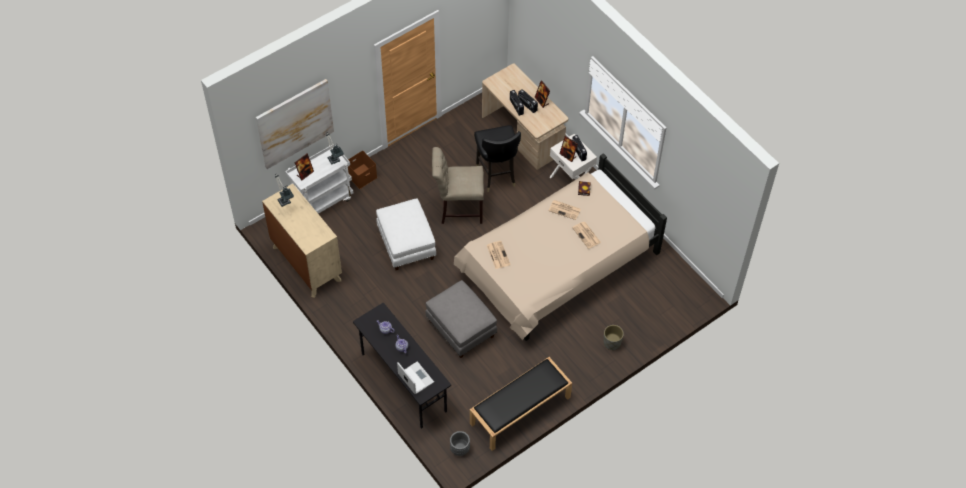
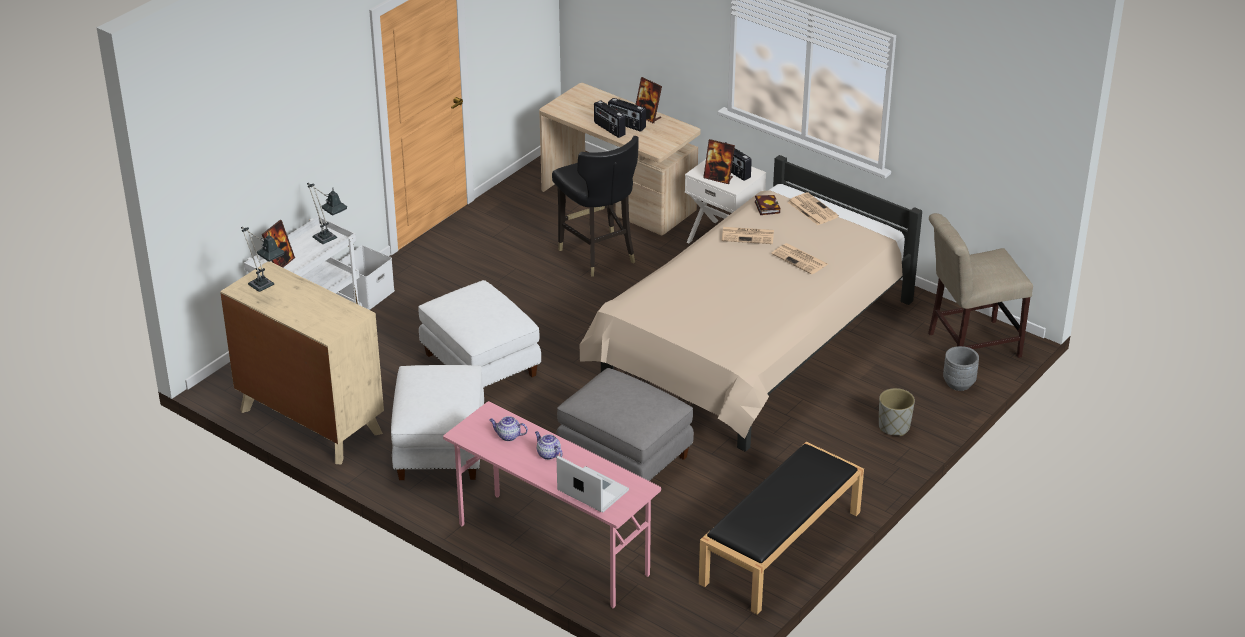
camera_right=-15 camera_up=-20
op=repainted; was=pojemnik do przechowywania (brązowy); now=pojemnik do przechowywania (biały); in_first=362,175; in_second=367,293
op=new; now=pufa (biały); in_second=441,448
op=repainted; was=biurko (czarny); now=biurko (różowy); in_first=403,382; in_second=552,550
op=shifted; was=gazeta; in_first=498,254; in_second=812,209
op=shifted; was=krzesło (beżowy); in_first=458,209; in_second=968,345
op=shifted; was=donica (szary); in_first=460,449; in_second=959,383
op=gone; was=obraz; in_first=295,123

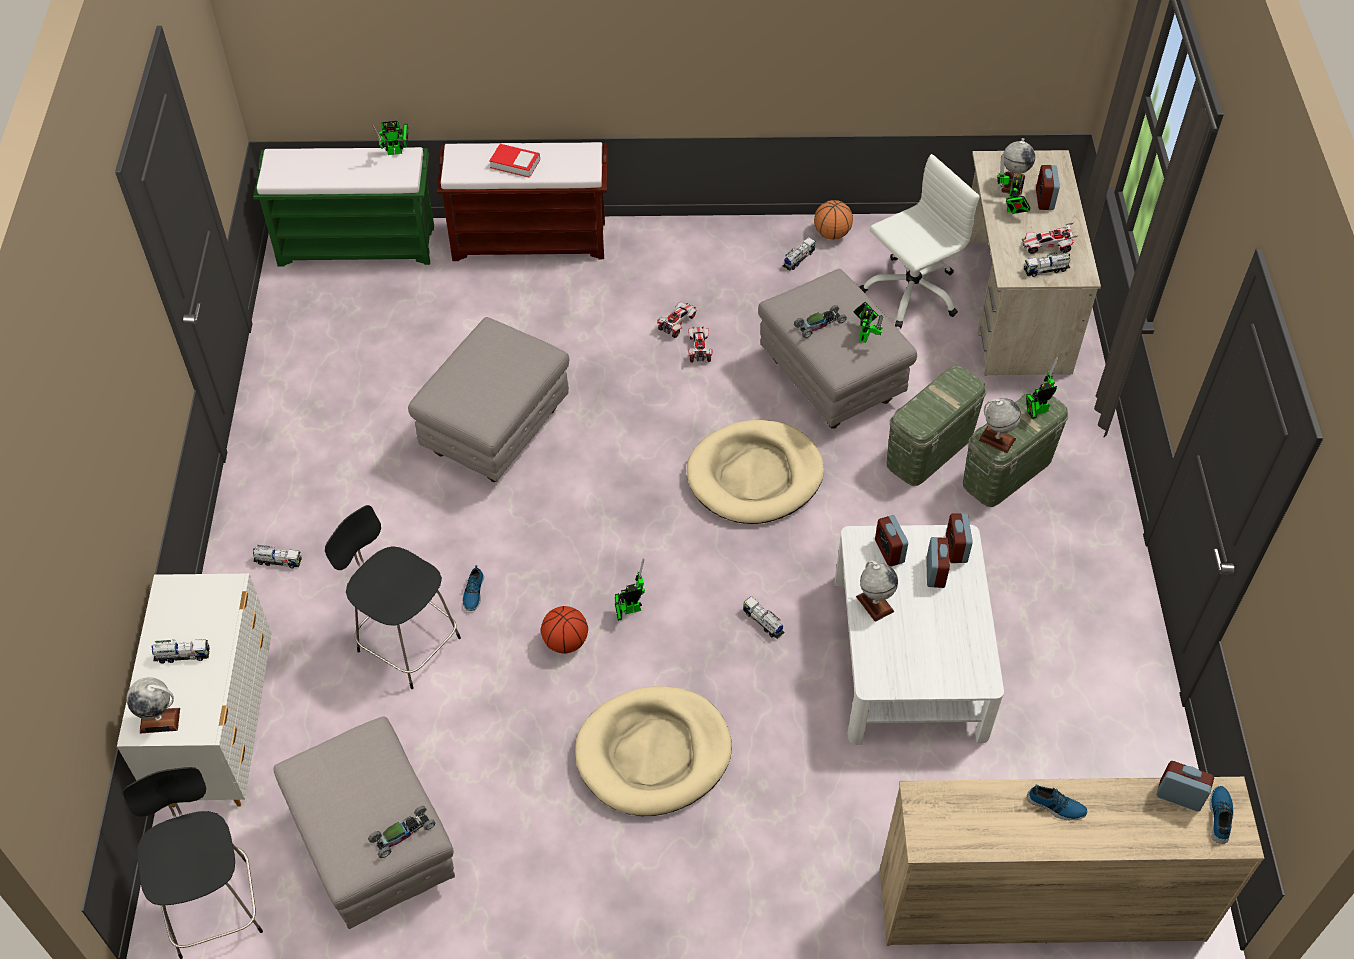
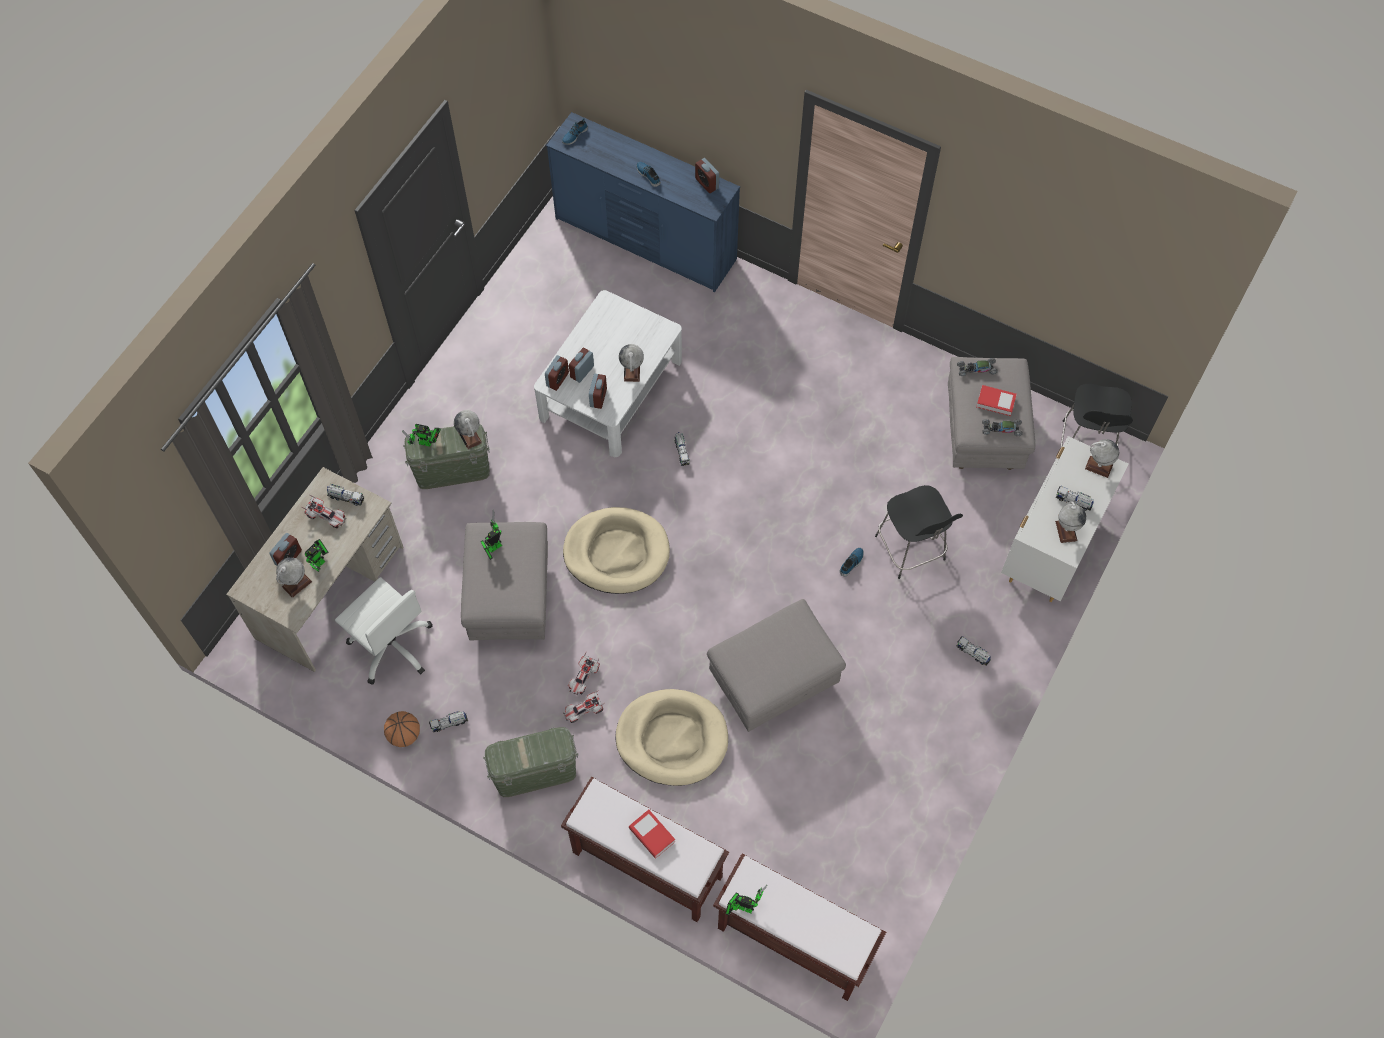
camera_right=-150 camera_up=10
op=rotated; was=krzesło biurowe (biały); in_first=911,292; in_second=392,645; clockwise=-135
op=shifted; was=pojemnik do przechowywania (zielony); in_first=929,450; in_second=535,773
op=repainted; was=komoda (beżowy); now=komoda (niebieski); in_first=1039,904; in_second=645,240
op=shifted; was=legowisko (beżowy); in_first=653,754; in_second=672,739
op=shifted; was=budzik; in_first=1179,796; in_second=707,183
op=repainted; was=ławka (zielony); now=ławka (brązowy); in_first=358,245; in_second=792,940
op=new; now=książka; in_second=995,402
op=shifted; was=samochodzik; in_first=820,324; in_second=1001,429
op=new; now=globus; in_second=1066,530
op=gone; was=piłka do koszykówki; in_first=565,642
op=gone; was=robot zabawkowy; in_first=629,610

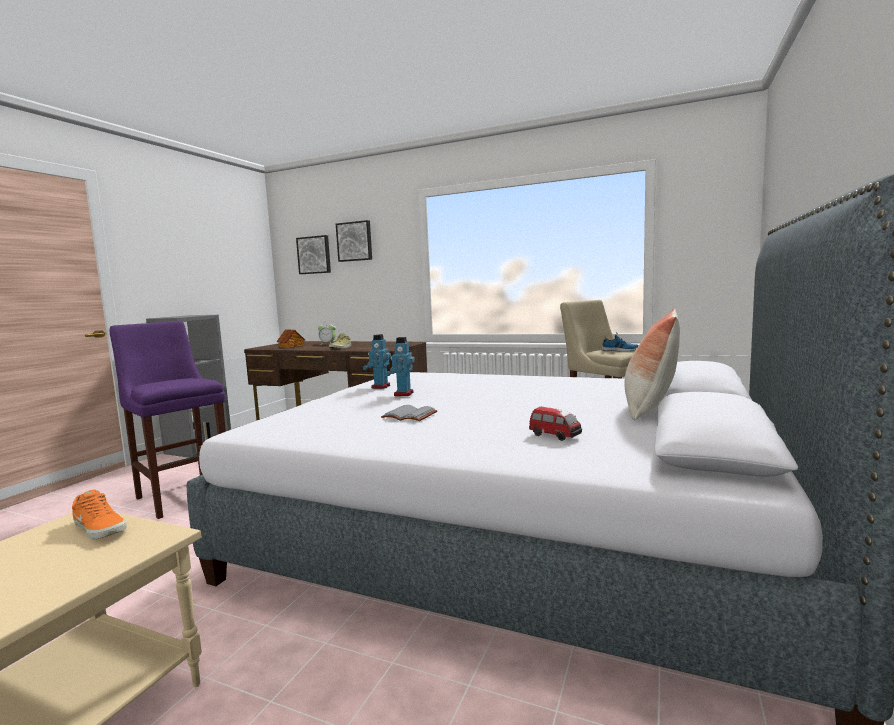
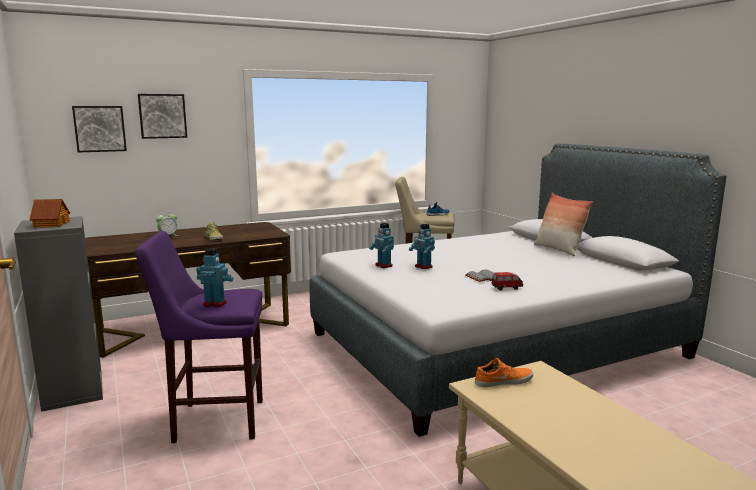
camera_right=-50 camera_up=5
op=shifted; was=domek; in_first=291,346; in_second=51,224
op=new; now=robot zabawkowy; in_second=215,304
op=shifted; was=samochodzik; in_first=555,436; in_second=507,288

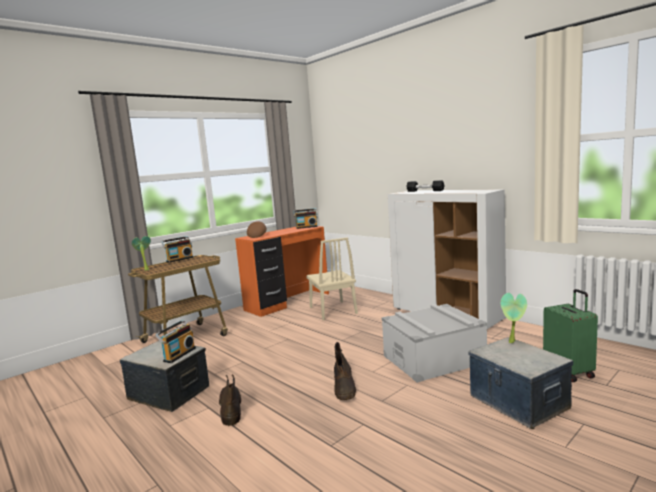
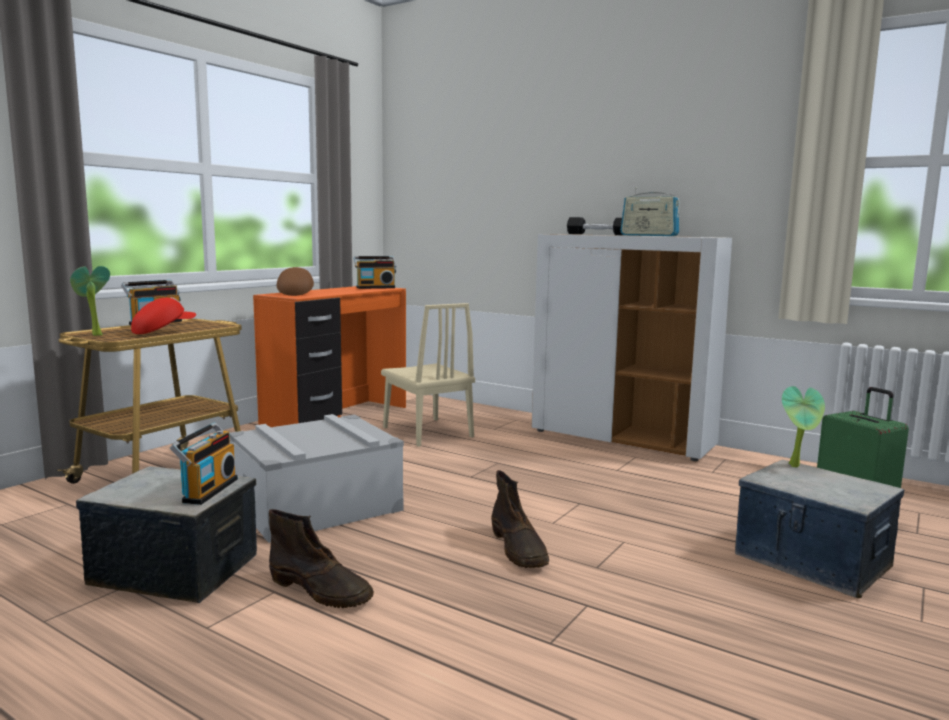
camera_right=-15 camera_up=0
op=new; now=czapka z daszkiem (czerwony); in_second=163,331
op=shifted; was=pojemnik do przechowywania (szary); in_first=433,359; in_second=316,506
op=rotated; was=but z cholewką (brązowy); in_first=230,408; in_second=321,590; clockwise=150
op=new; now=radio; in_second=649,235

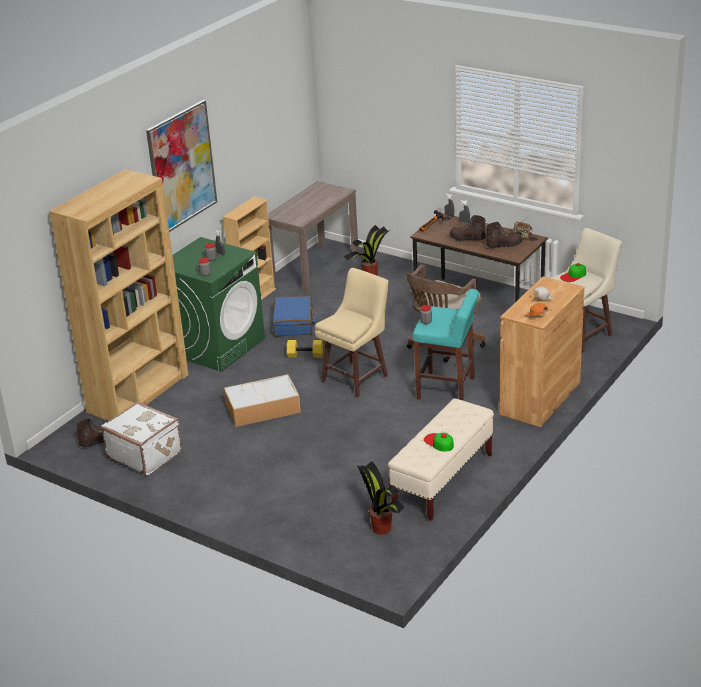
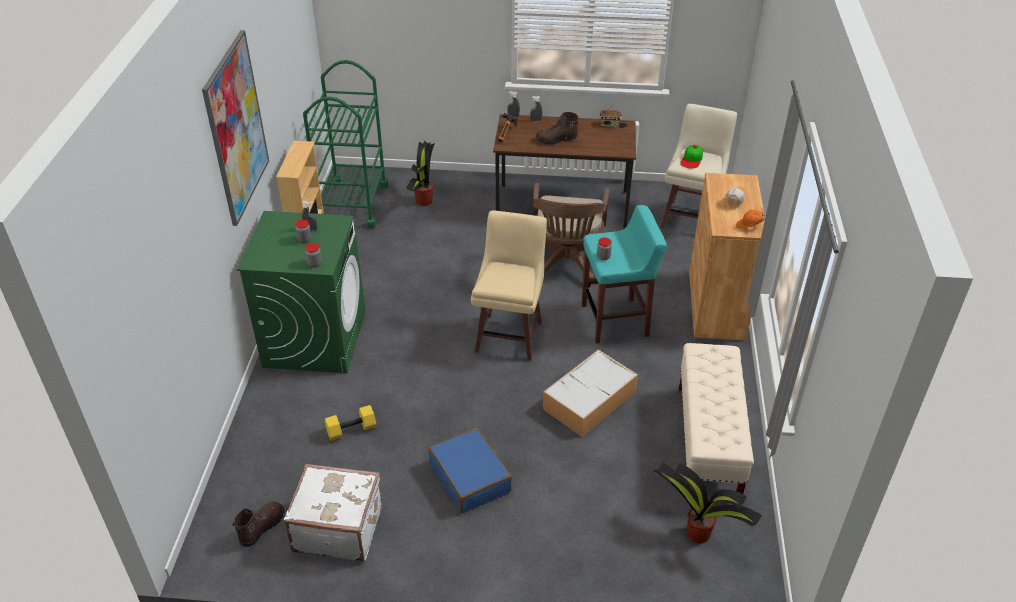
camera_right=-30 camera_up=10
op=swapped; was=stolik konsolowy (brązowy); now=wózek (zielony); in_first=314,267; in_second=353,204
op=shifted; was=hantel (żółty); in_first=305,355; in_second=351,429
op=shifted; was=walizka (niebieski); in_first=294,323; in_second=470,478
op=shifted; was=pojemnik do przechowywania; in_first=262,409; in_second=589,401
op=gone; was=regał (brązowy); in_first=138,393
op=gone; was=czapka z daszkiem; in_first=438,442
op=gone; was=but z cholewką (brązowy); in_first=503,245

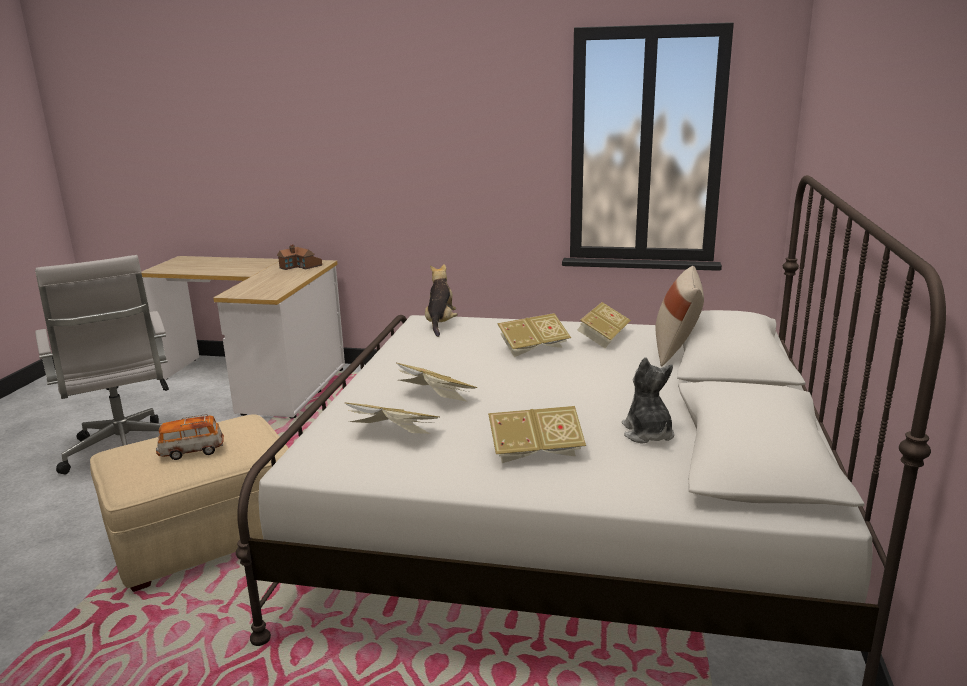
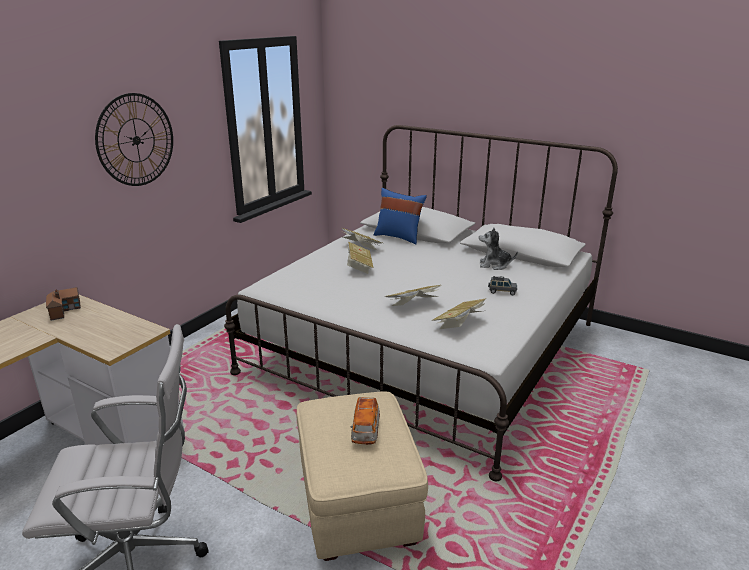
camera_right=-70 camera_up=5
op=new; now=zegar ścienny; in_second=136,140
op=repainted; was=poduszka (beżowy); now=poduszka (niebieski); in_first=676,352; in_second=399,237
op=swapped; was=książka; now=samochodzik (szary); in_first=535,452; in_second=502,292
op=gone; was=pluszak; in_first=440,323

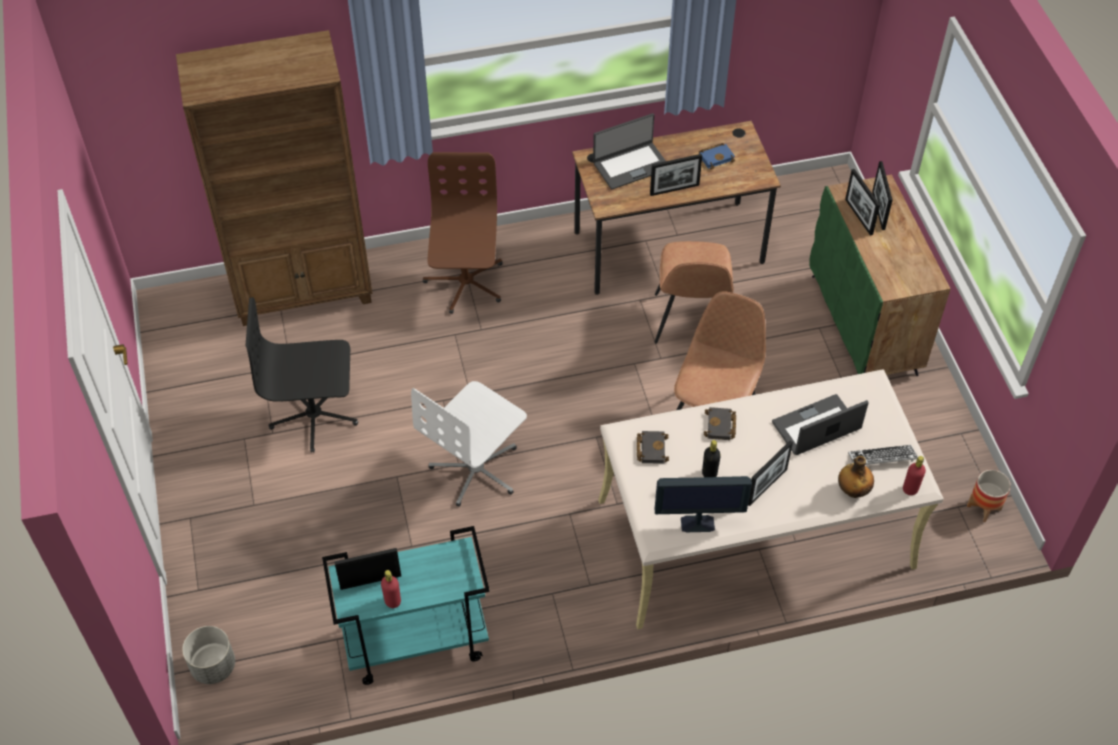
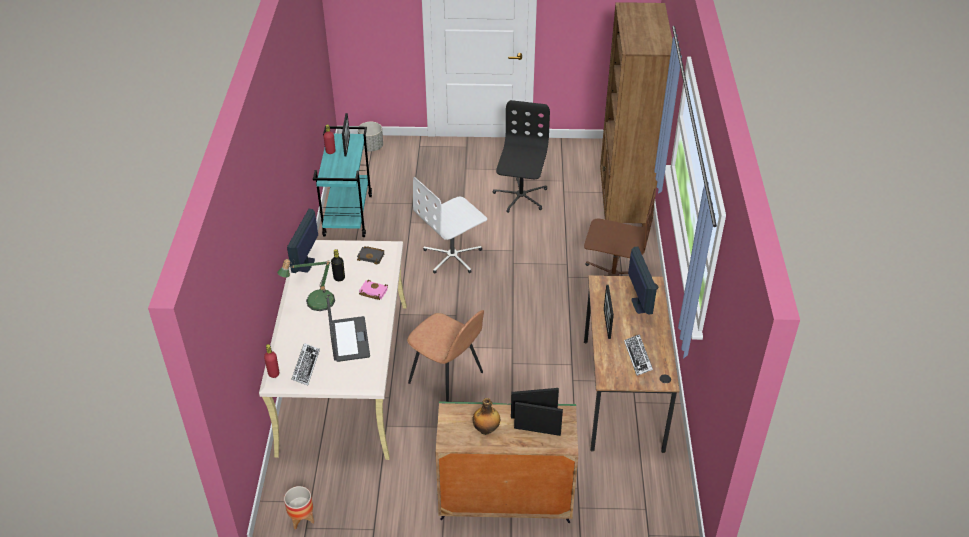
camera_right=105 camera_up=-10
op=swapped; was=ramka na zdjęcie; now=lampa stołowa; in_first=767,486; in_second=315,302
op=repainted; was=książka (czarny); now=książka (różowy); in_first=721,426; in_second=372,292
op=rotated; was=krzesło biurowe (biały); in_first=477,469; in_second=453,256; clockwise=-90
op=shifted; was=butelka; in_first=853,490; in_second=486,429
op=swapped; was=książka (niebieski); now=klawiatura; in_first=716,157; in_second=638,357
op=swapped; was=laptop; now=monitor; in_first=630,165; in_second=639,304
op=gone; was=krzesło (brązowy); in_first=690,321

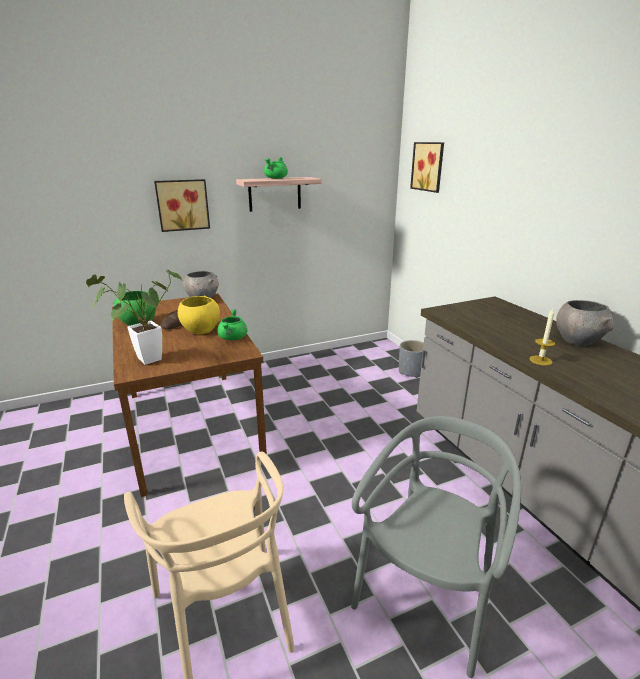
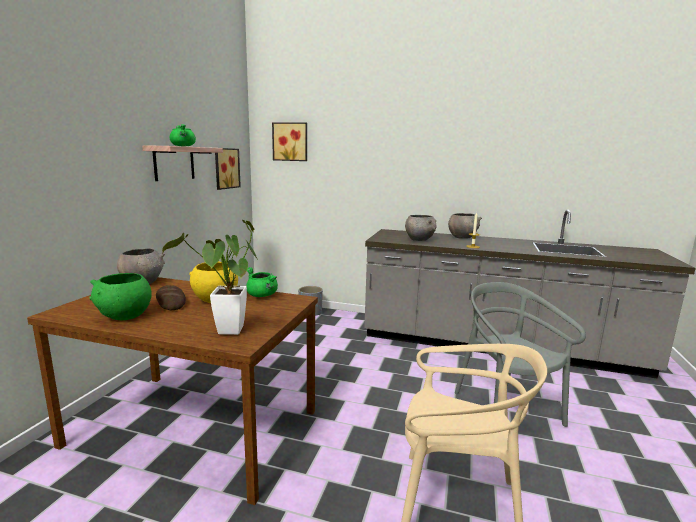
camera_right=-50 camera_up=-10
op=shifted; was=obraz; in_first=182,205; in_second=225,168
op=new; now=miska (szary); in_second=419,240

